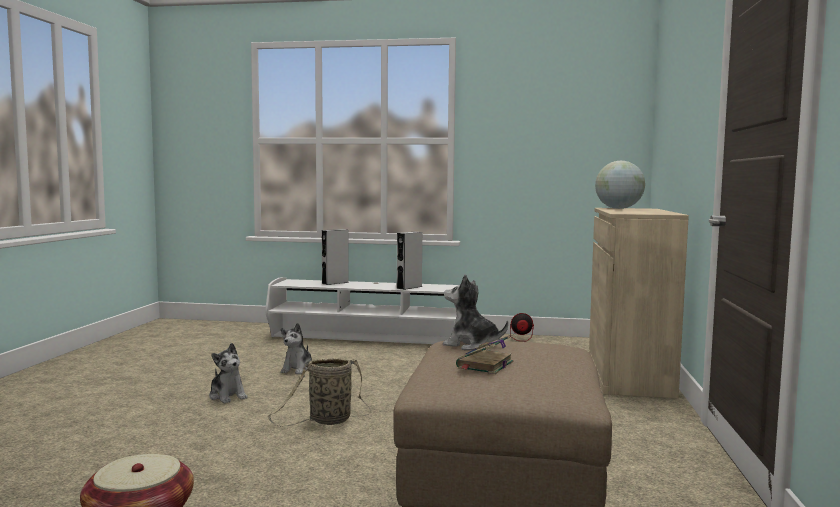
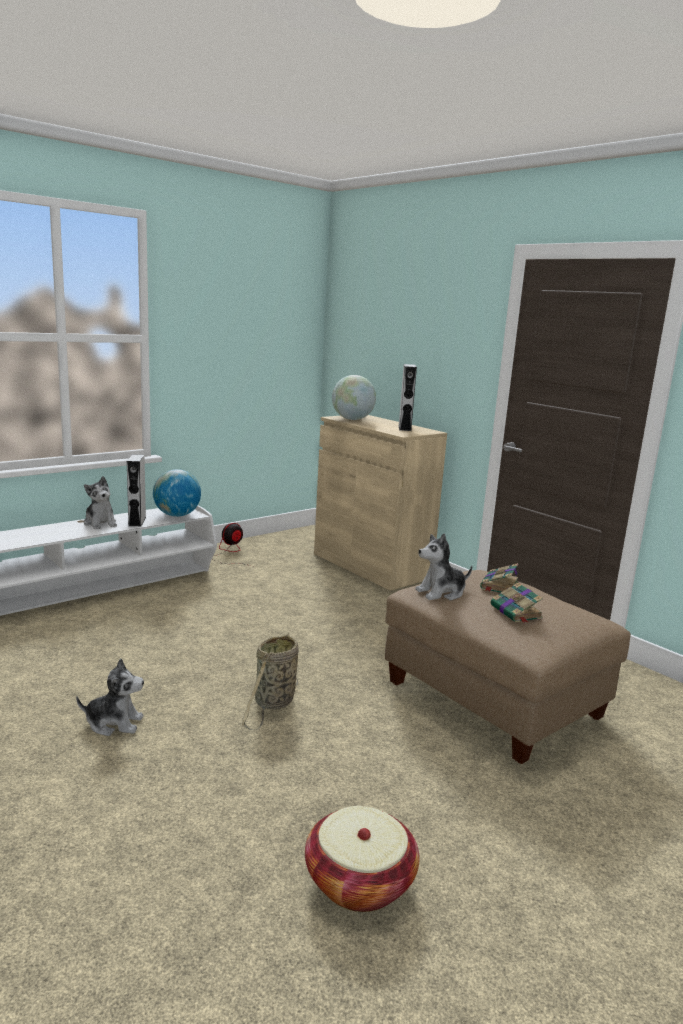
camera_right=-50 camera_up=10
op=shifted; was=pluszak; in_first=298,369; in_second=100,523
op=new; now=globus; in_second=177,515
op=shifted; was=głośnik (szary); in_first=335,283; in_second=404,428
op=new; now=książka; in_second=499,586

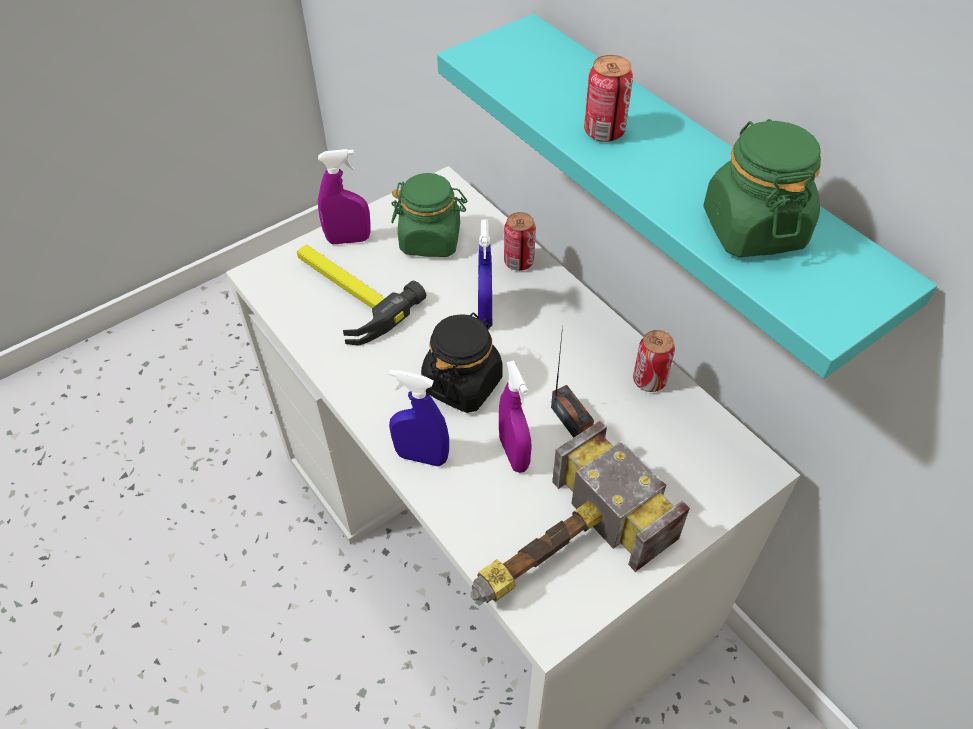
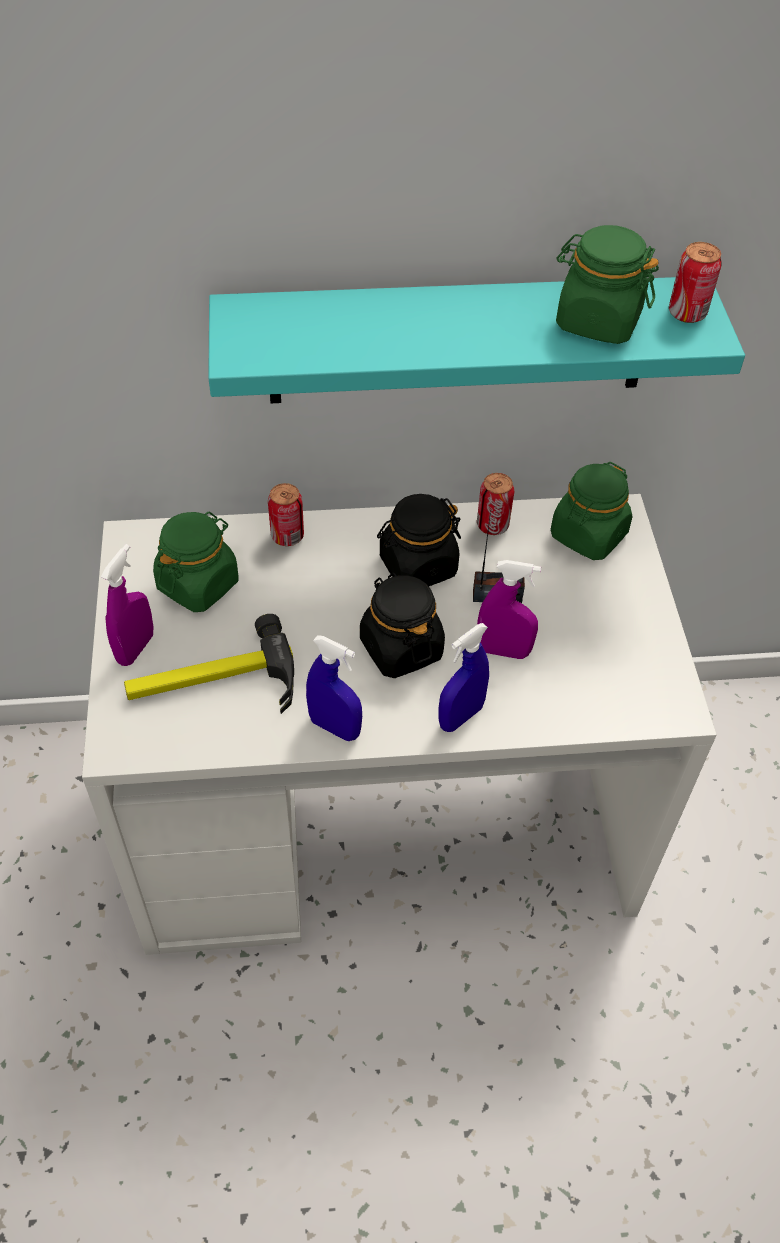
camera_right=-60 camera_up=0
op=shifted; was=spryskiwacz (niebieski); in_first=485,314; in_second=334,727
op=new; now=słoik (czarny); in_second=417,566
op=new; now=słoik (zielony); in_second=588,535
op=shifted; was=puszka; in_first=604,132; in_second=687,313
op=gone; was=młotek; in_first=557,550

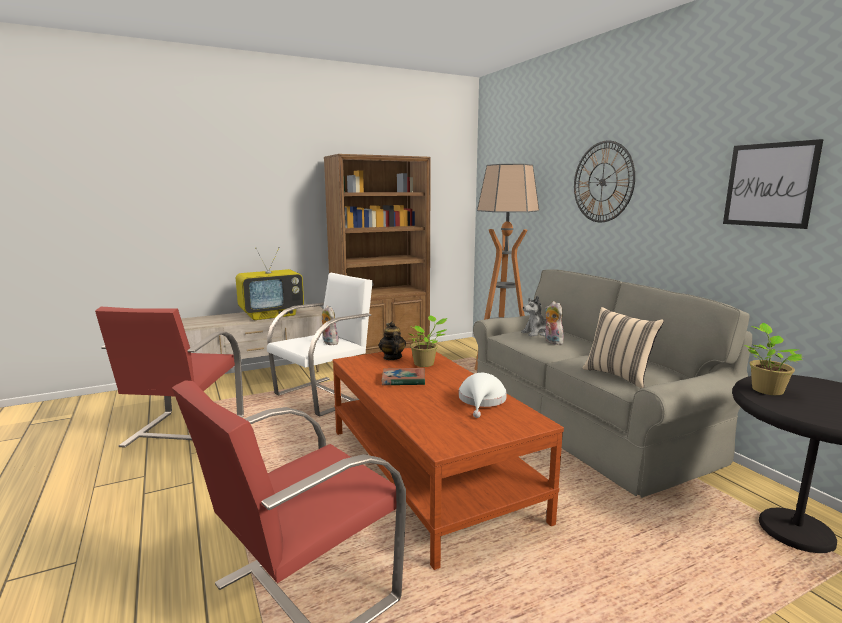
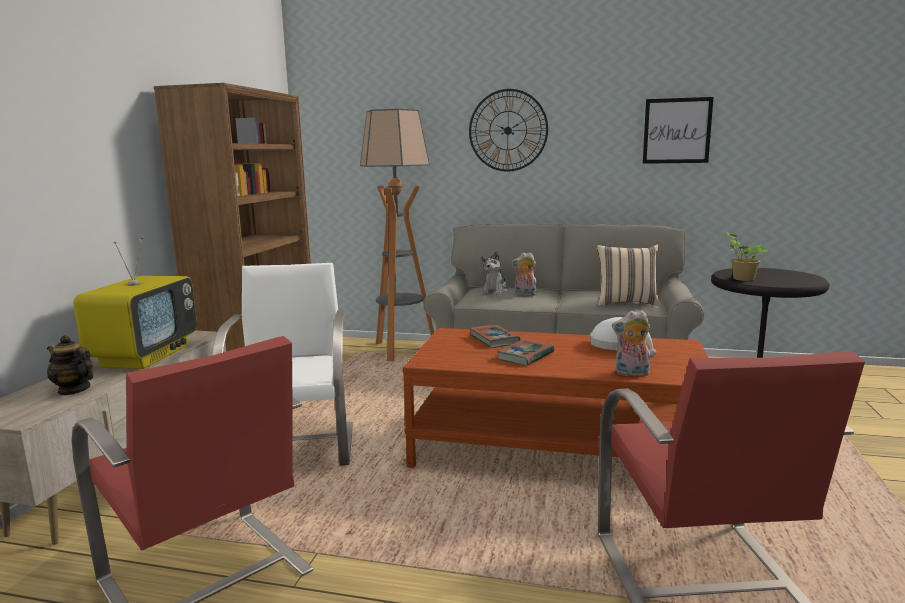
camera_right=-50 camera_up=0
op=shifted; was=imbryk; in_first=392,357; in_second=74,390
op=swapped; was=roślina doniczkowa; now=książka; in_first=425,363; in_second=494,339
op=shifted; was=pluszak; in_first=329,342; in_second=631,373

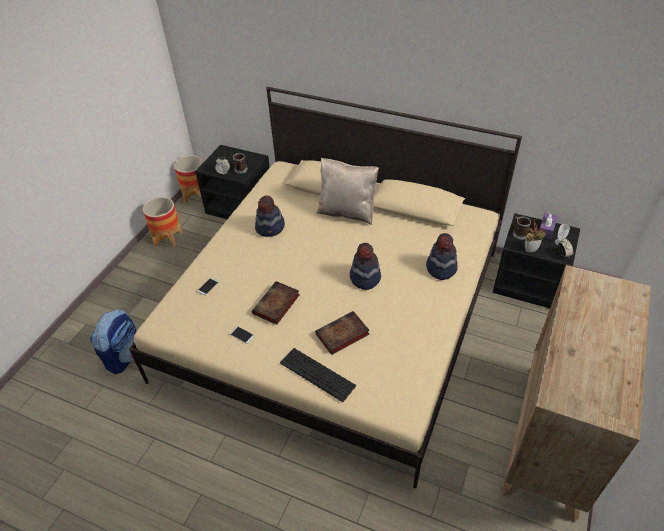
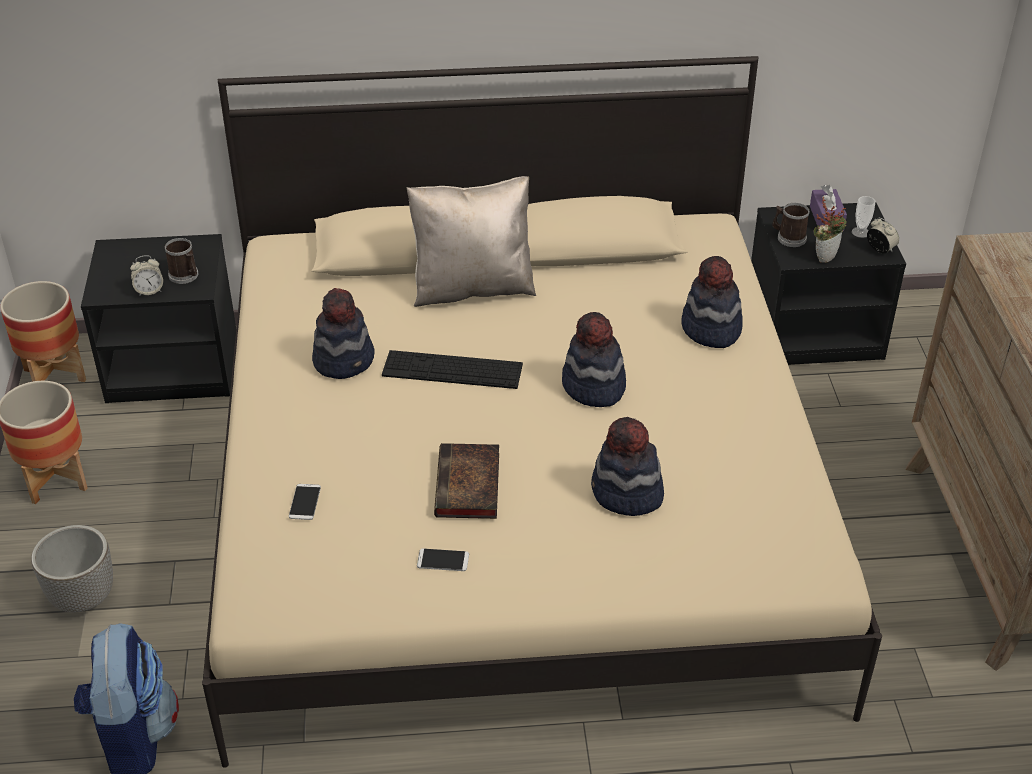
camera_right=-30 camera_up=-5
op=new; now=donica; in_second=83,597
op=shifted; was=klawiatura; in_first=317,374; in_second=452,370
op=swapped; was=książka; now=kapelusz; in_first=341,335; in_second=626,494

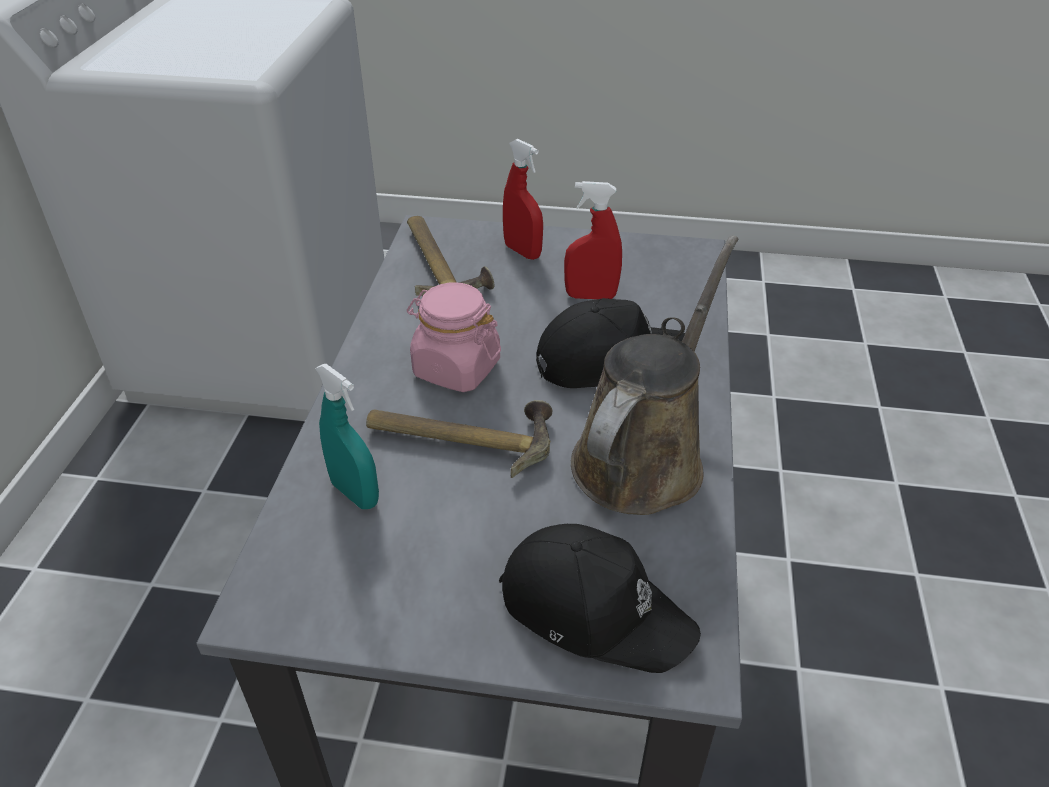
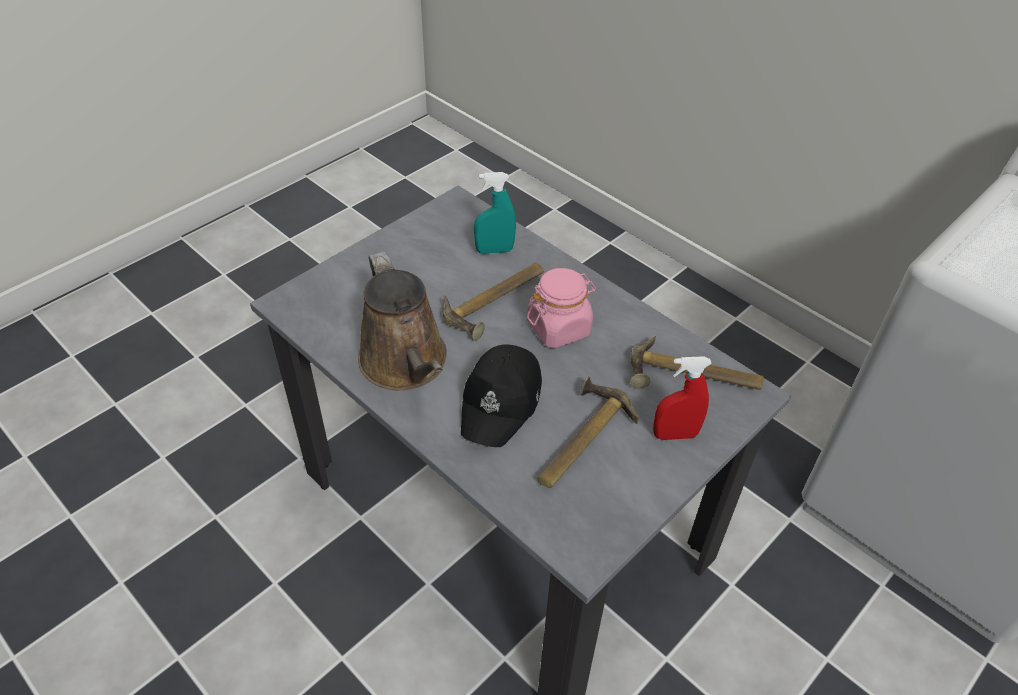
camera_right=125 camera_up=5
op=swapped; was=spryskiwacz (czerwony); now=młotek; in_first=590,296; in_second=579,438
op=gone; was=czapka z daszkiem (czarny); in_first=594,608

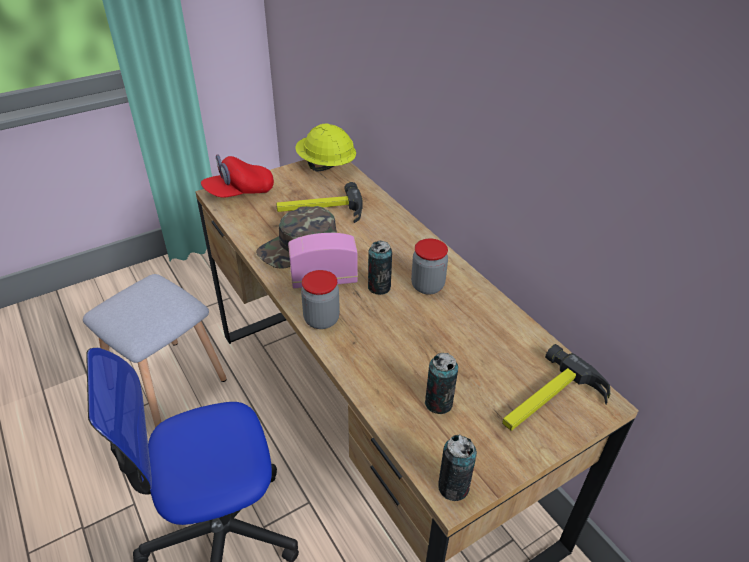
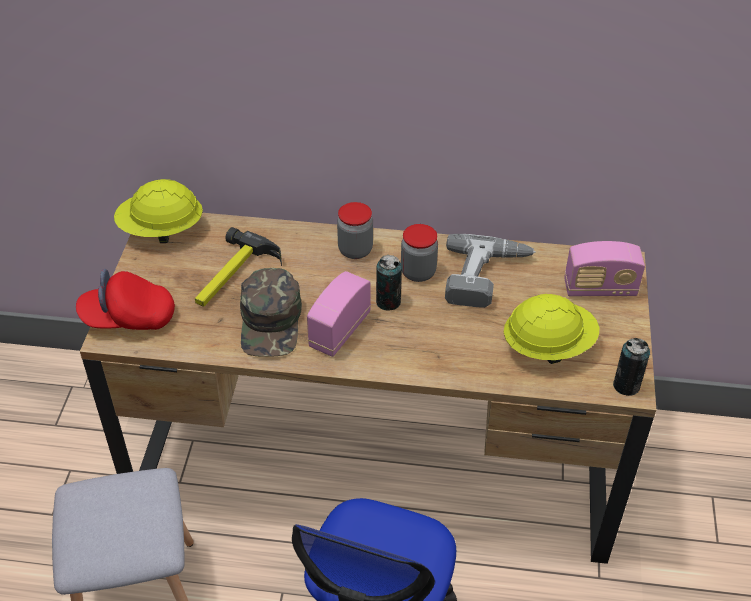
camera_right=-50 camera_up=5
op=rotated; was=czapka z daszkiem (czerwony); in_first=239,193; in_second=128,318; clockwise=75
op=shifted; was=słoik; in_first=321,319; in_second=355,250
op=new; now=wiertarka; in_second=487,278
op=swapped; was=puszka; now=kask (żółty); in_first=438,403; in_second=548,346
op=swapped; was=młotek; now=radio; in_first=549,402; in_second=600,289

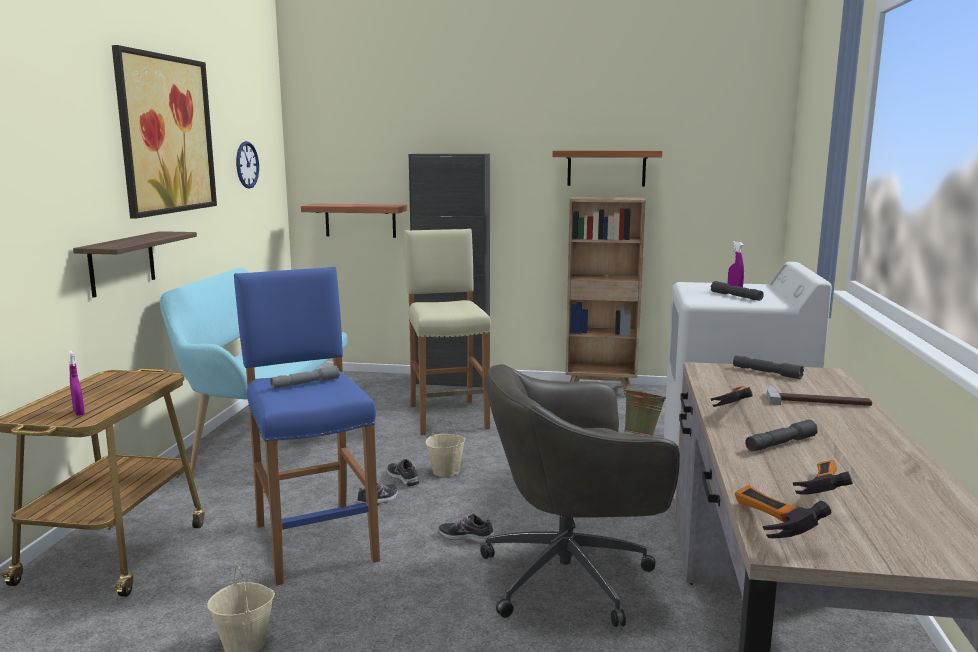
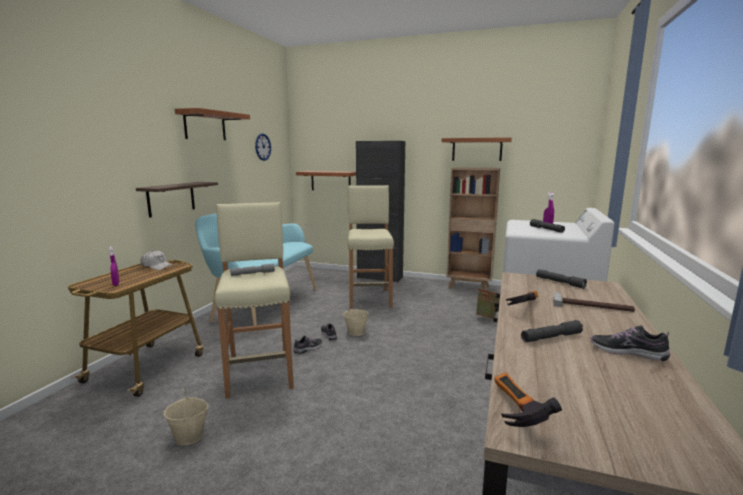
camera_right=10 camera_up=0
op=new; now=czapka z daszkiem (biały); in_second=157,266
op=swapped; was=obraz; now=półka; in_first=166,134; in_second=205,126
op=repainted; was=stołek (niebieski); now=stołek (beżowy); in_first=314,541; in_second=260,371
op=shifted; was=but; in_first=466,537; in_second=627,352
op=gone; was=krzesło biurowe (szary); in_first=571,577
op=gone; was=młotek; in_first=817,493

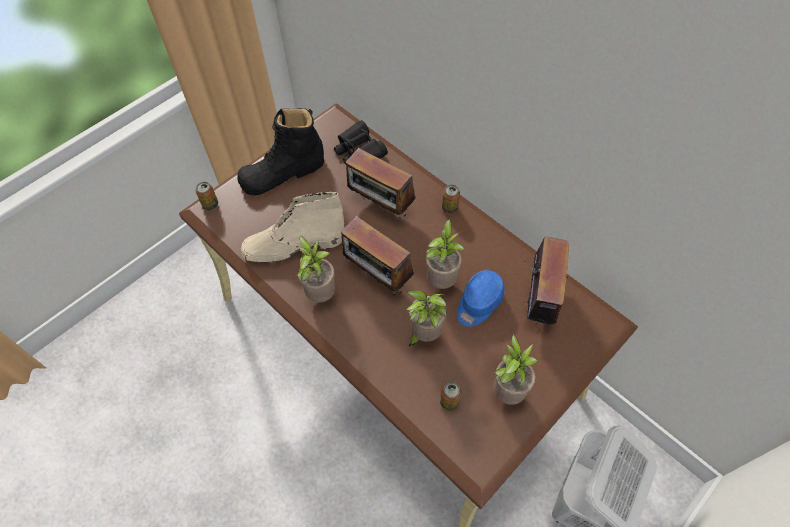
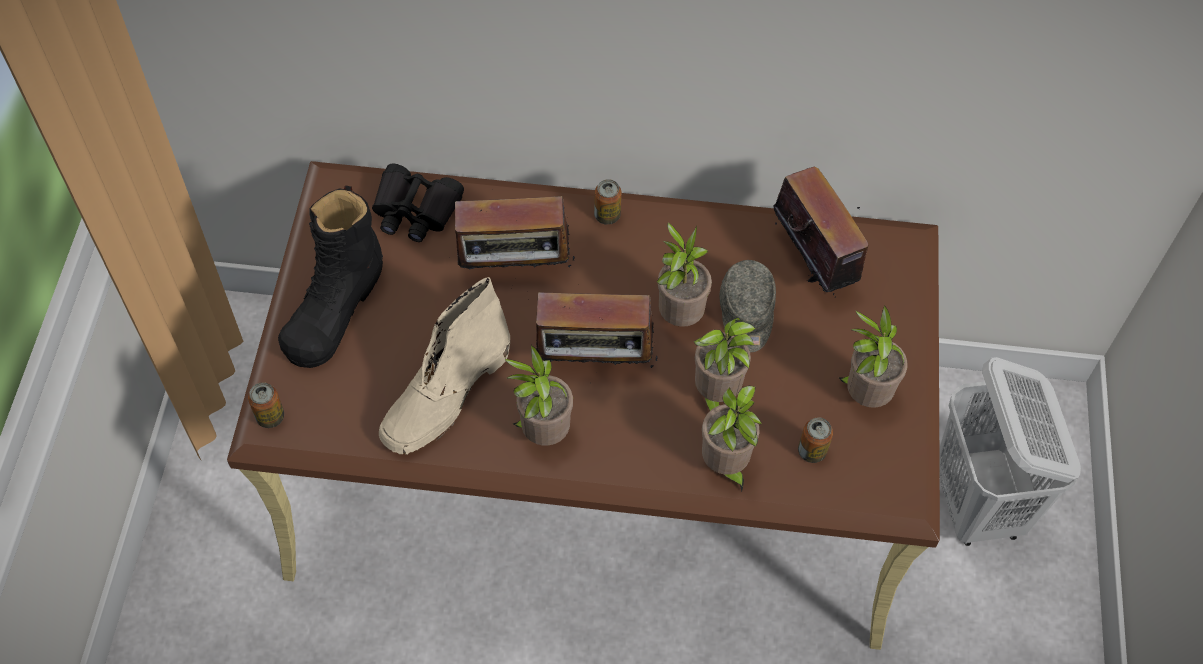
camera_right=-40 camera_up=0
op=new; now=roślina doniczkowa; in_second=725,466
op=repainted; was=czapka z daszkiem (niebieski); now=czapka z daszkiem (szary); in_first=478,303; in_second=746,315

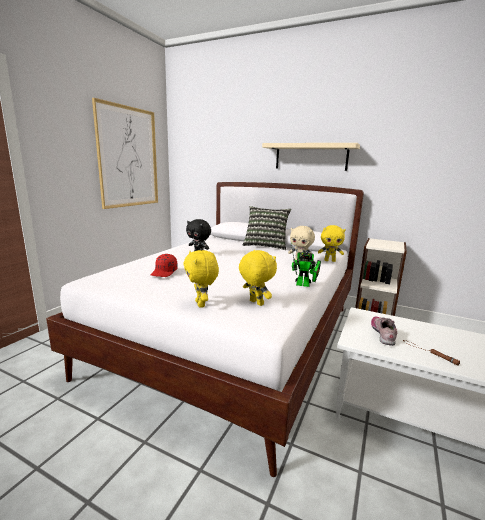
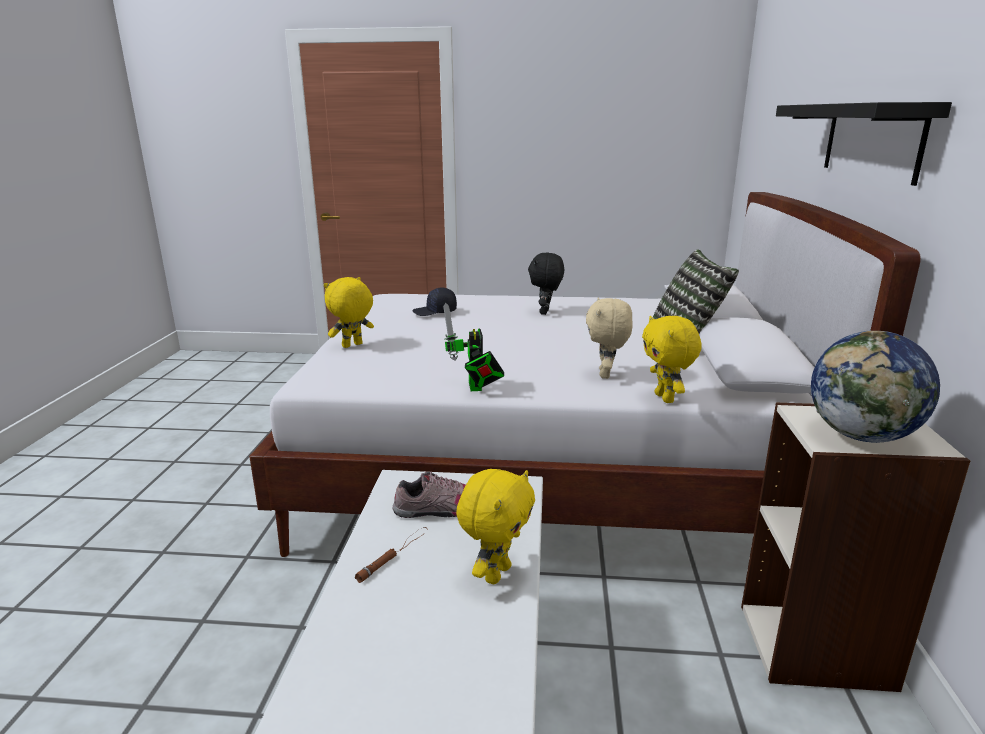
camera_right=70 camera_up=5
op=repainted; was=czapka z daszkiem (czerwony); now=czapka z daszkiem (czarny); in_first=164,272; in_second=435,312
op=shifted; was=pluszak (żółty); in_first=255,303; in_second=496,573
op=repainted; was=półka (beżowy); now=półka (czarny); in_first=311,157; in_second=871,140
op=new; now=globus; in_second=862,436
op=gone; was=obraz; in_first=128,157

